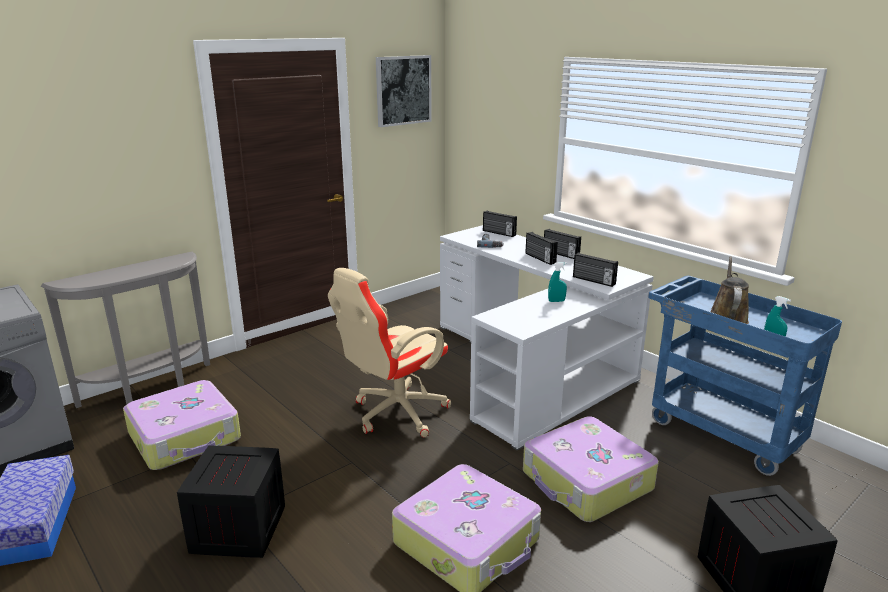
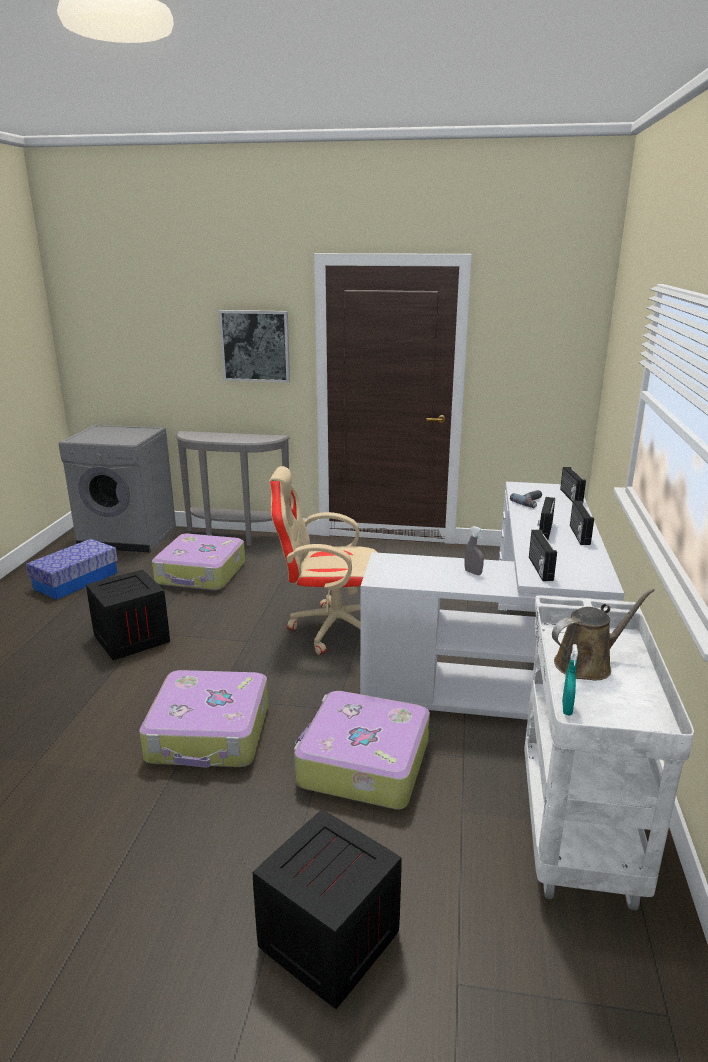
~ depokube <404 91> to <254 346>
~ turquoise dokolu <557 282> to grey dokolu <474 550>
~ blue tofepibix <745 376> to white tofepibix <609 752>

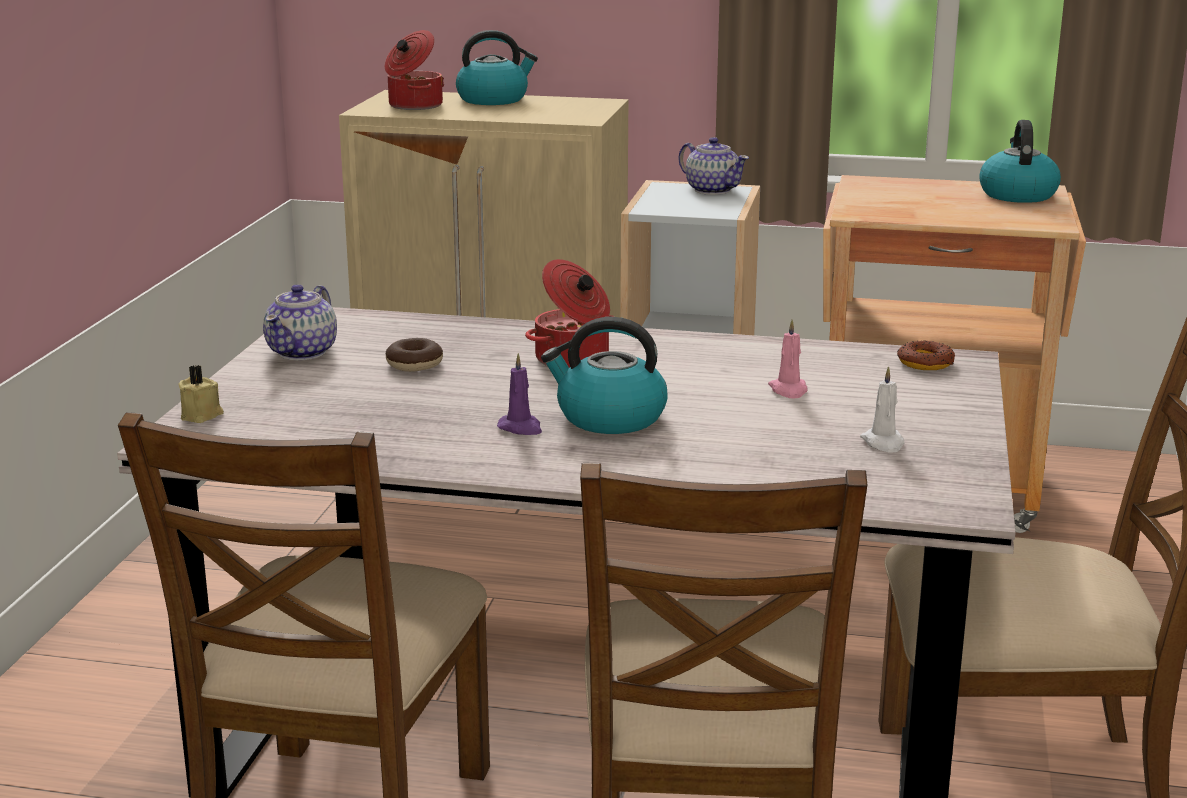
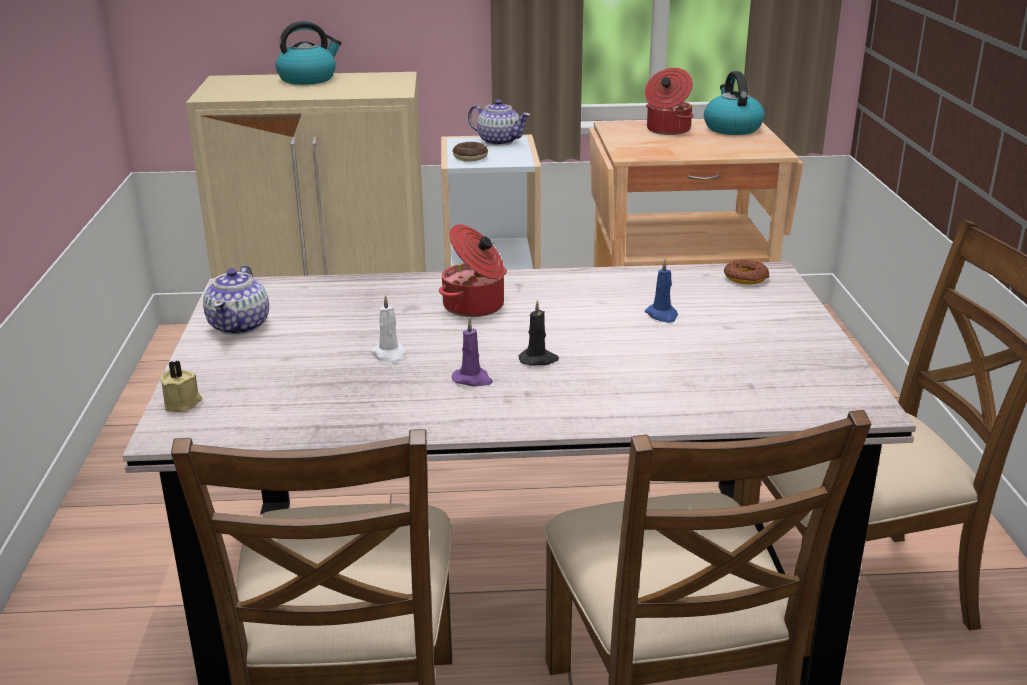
~ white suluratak <882 409> to <388 329>
~ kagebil <414 355> to <470 152>
~ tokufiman <604 375> to black suluratak <539 333>
~ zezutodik <414 70> to <669 101>
~ pink suluratak <788 358> to blue suluratak <661 291>

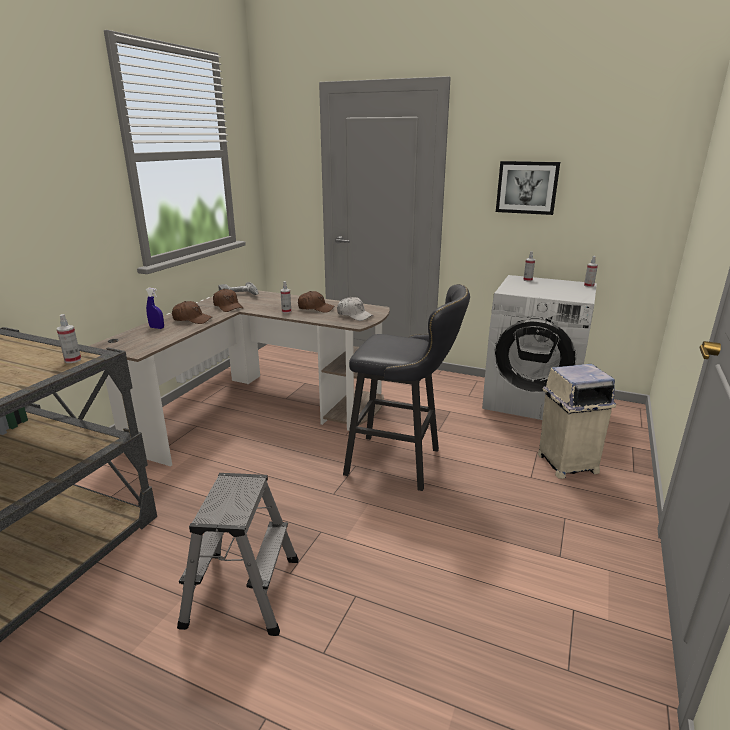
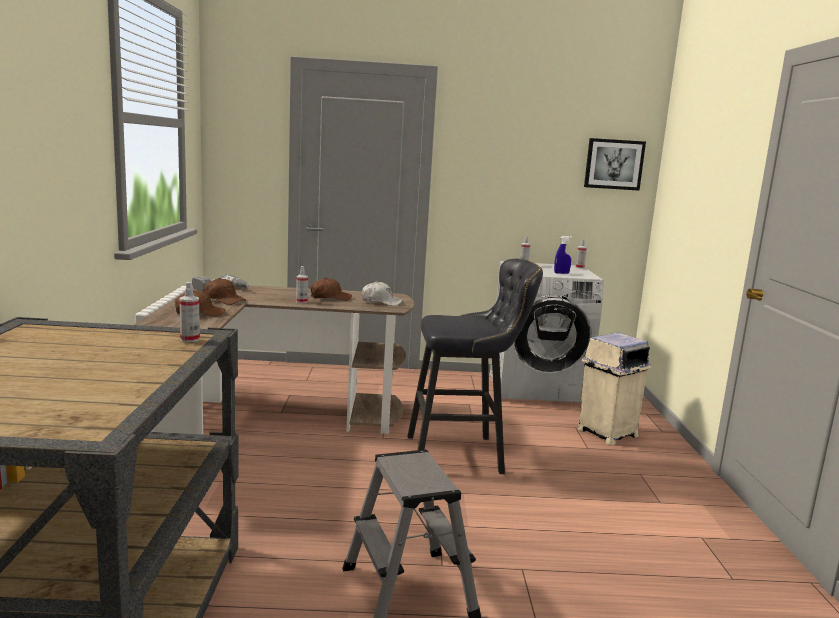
~ blue dokolu <155 308> to <563 255>
~ depokube <528 188> to <615 164>

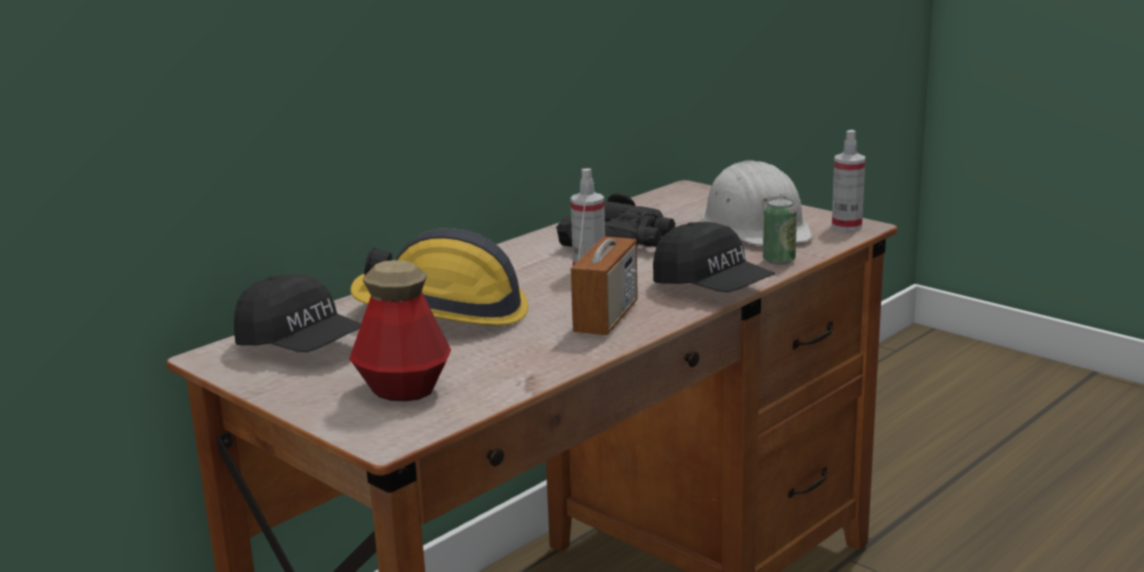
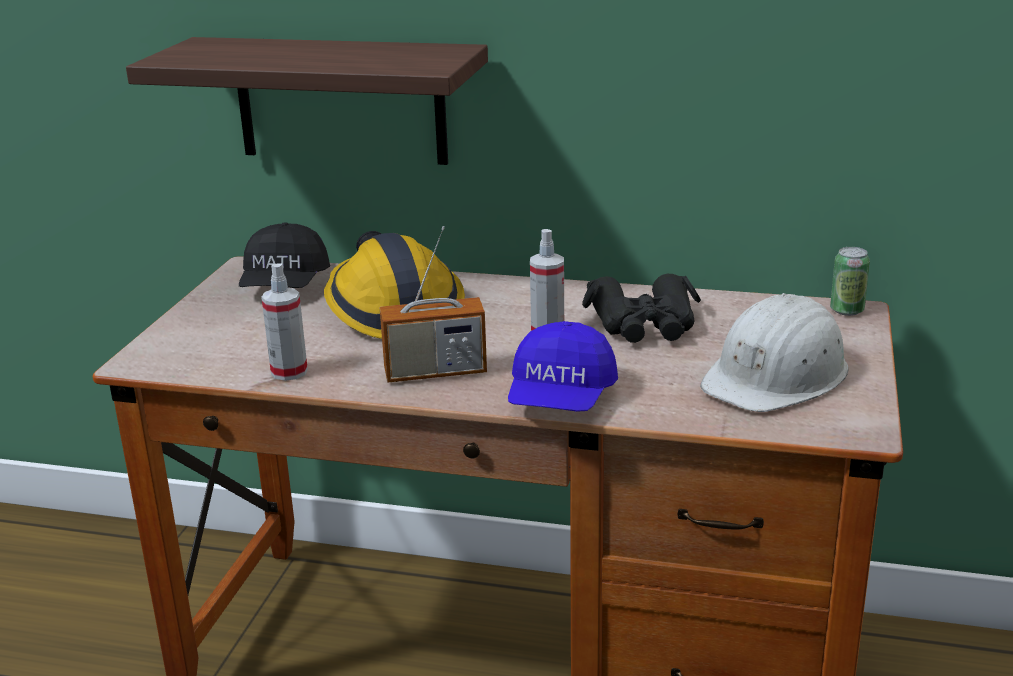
+ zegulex <307 101>
~ dokolu <848 180> to <284 322>
~ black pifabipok <714 257> to blue pifabipok <563 366>
~ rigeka <780 231> to <850 281>
- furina <400 330>

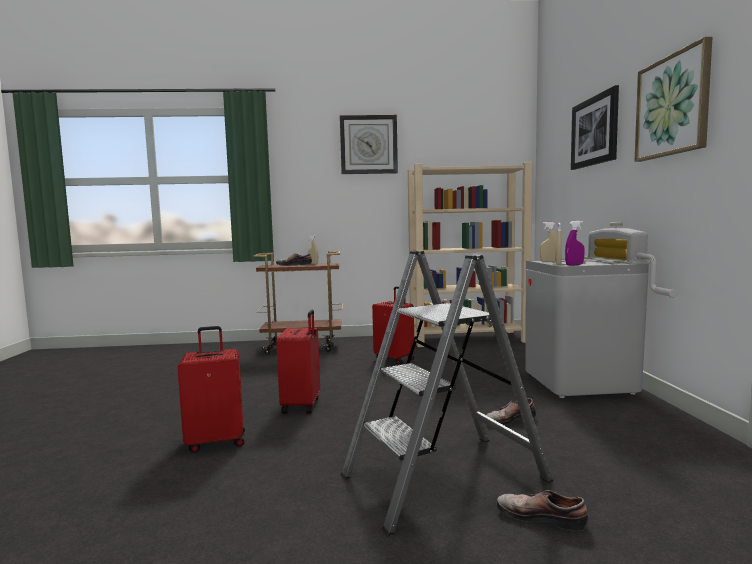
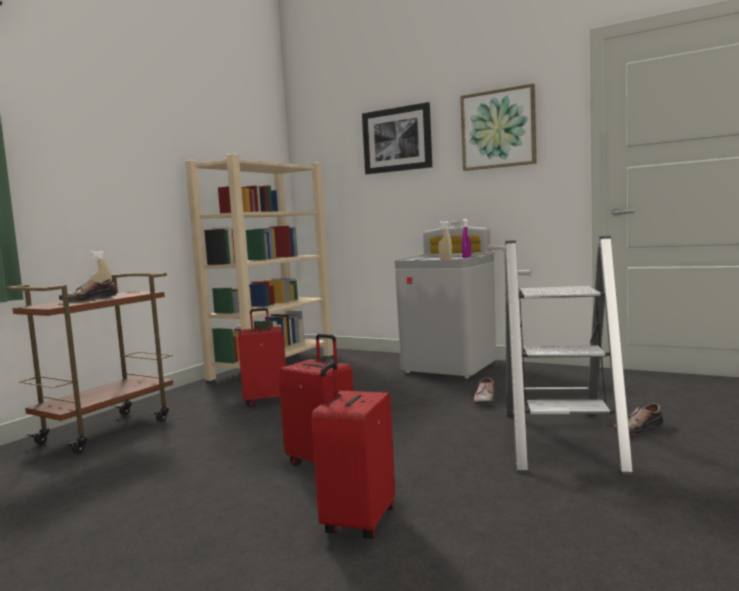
- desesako <369 144>
- beige dokolu <548 242>

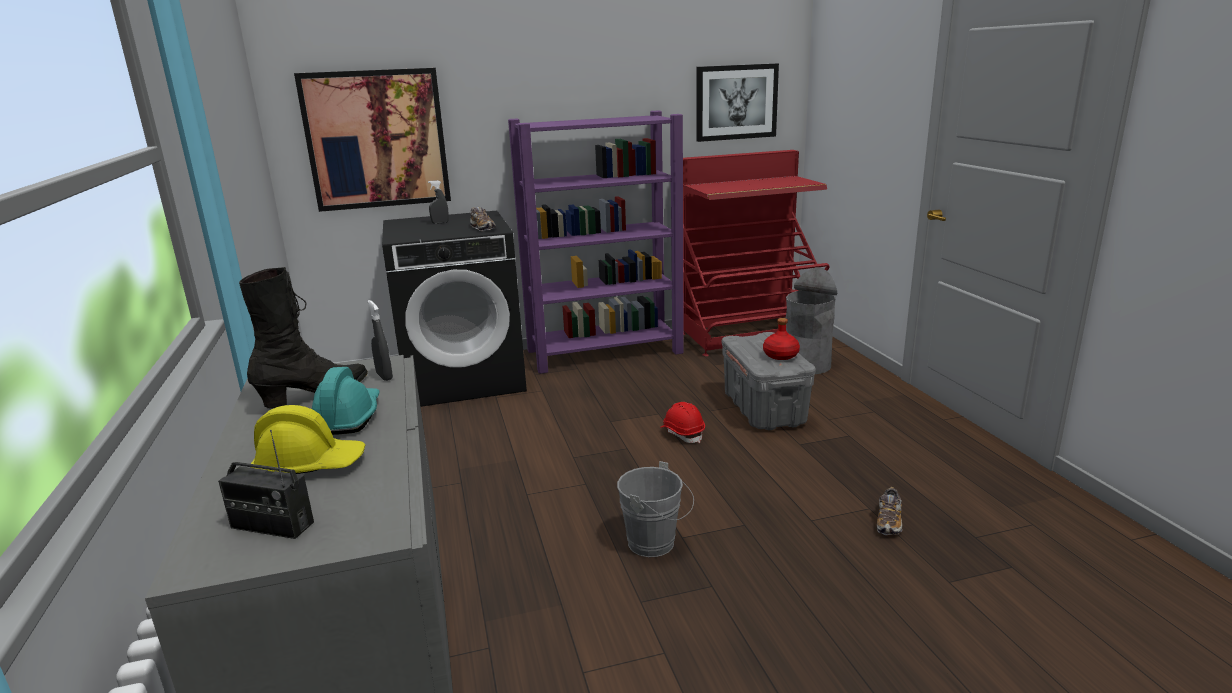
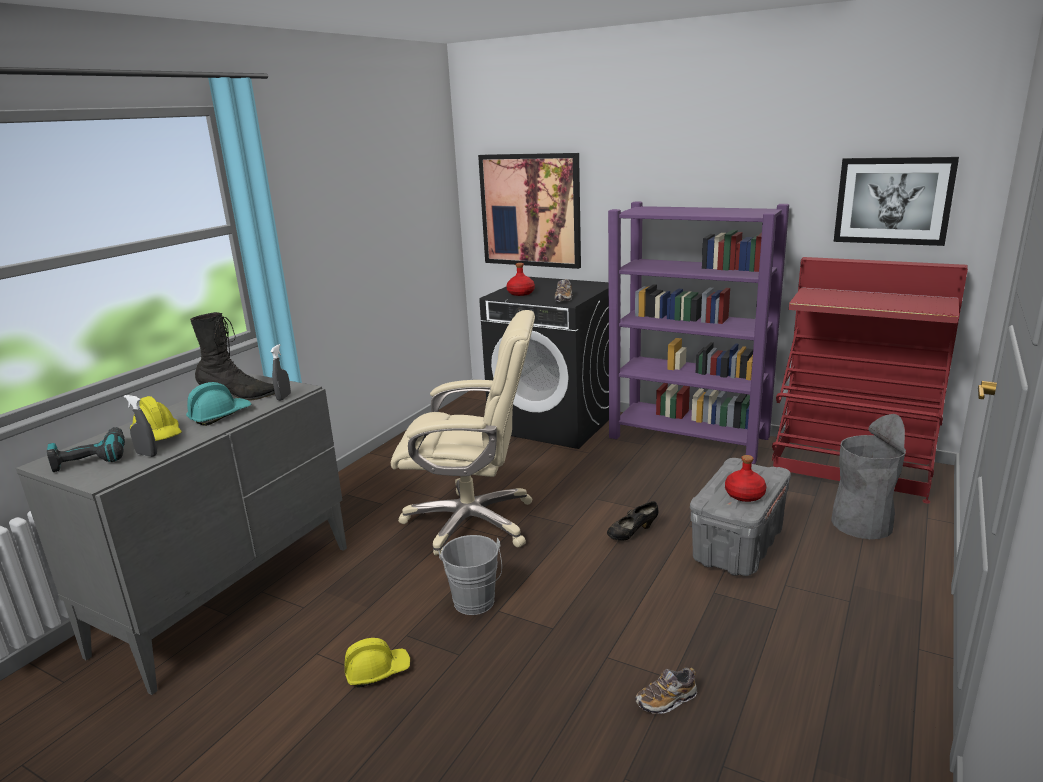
~ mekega <266 484> to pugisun <86 449>
~ grey dokolu <438 202> to <140 426>
+ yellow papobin <377 663>
+ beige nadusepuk <463 433>
+ red furina <521 279>
~ red papobin <682 422> to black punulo <632 520>

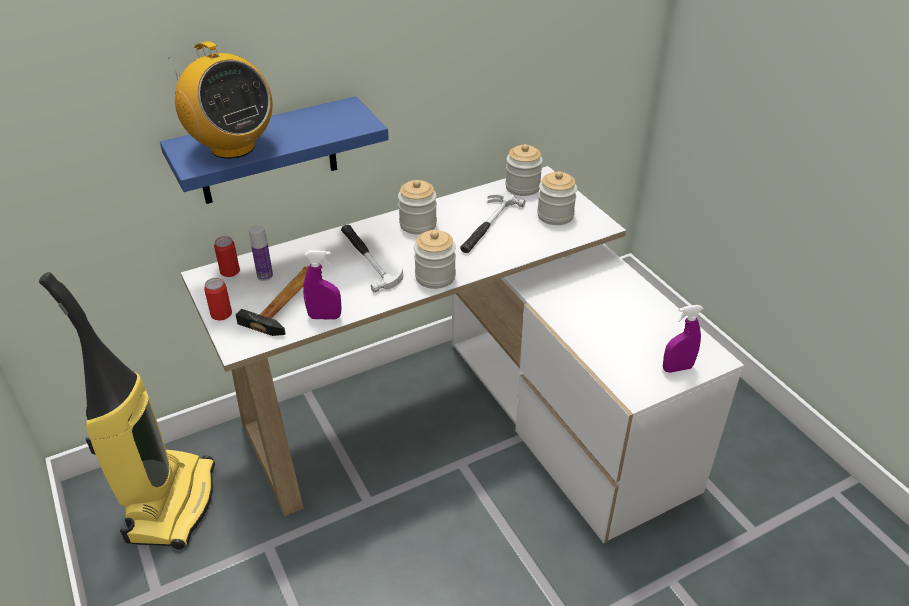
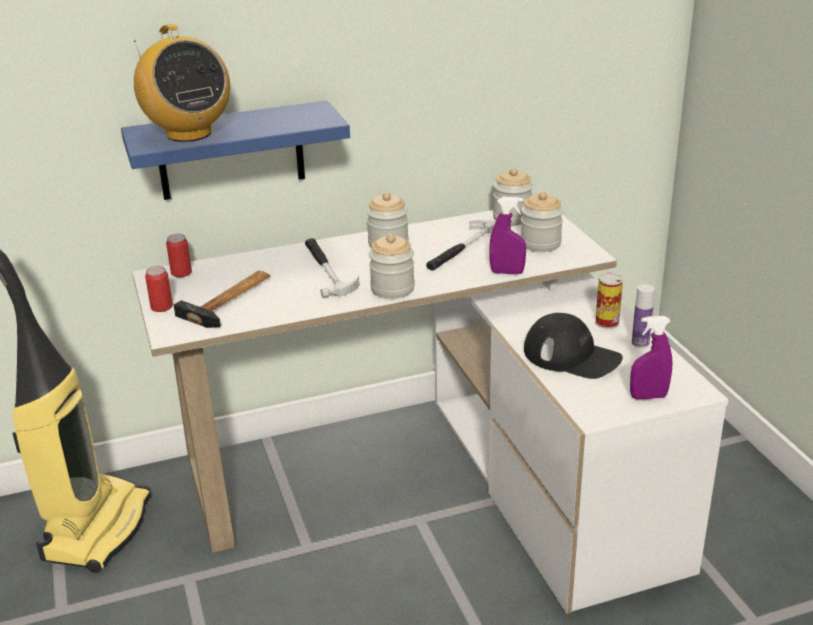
~ purple dokolu <322 285> to <507 236>
+ black pifabipok <573 346>
+ rigeka <609 301>
~ furina <261 253> to <643 316>

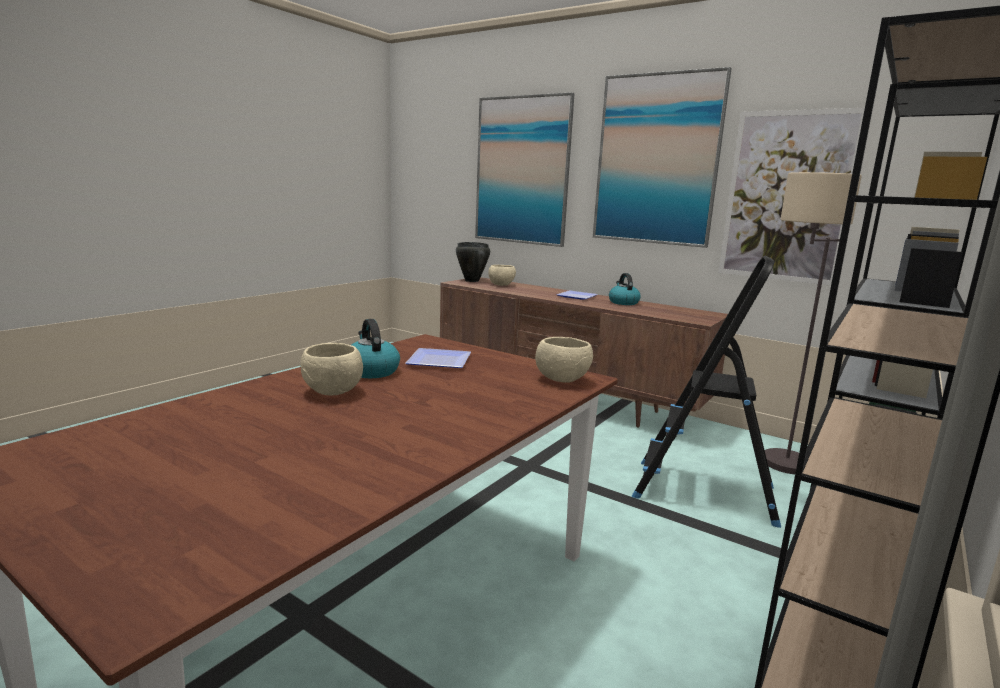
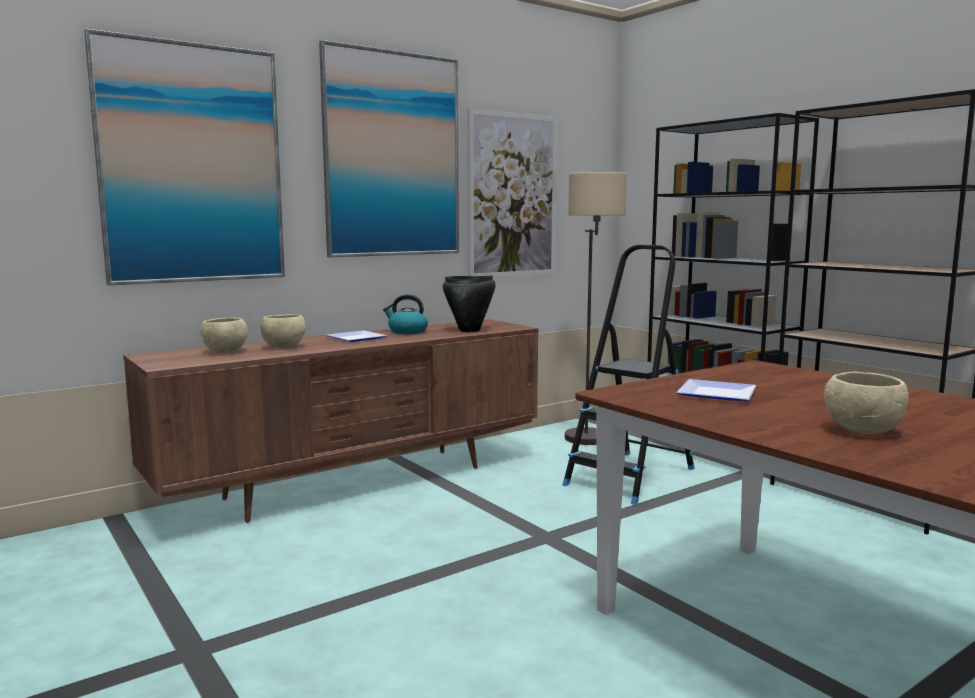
~ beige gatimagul <564 360> to <283 331>
~ black zezutodik <473 262> to <469 303>
- tokufiman <375 348>

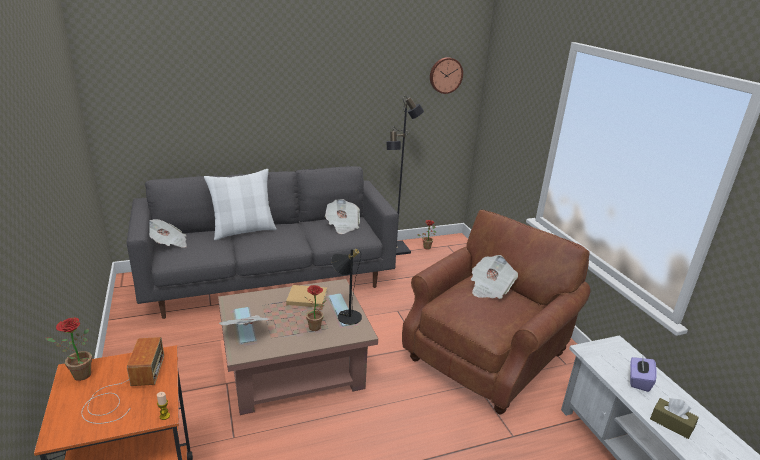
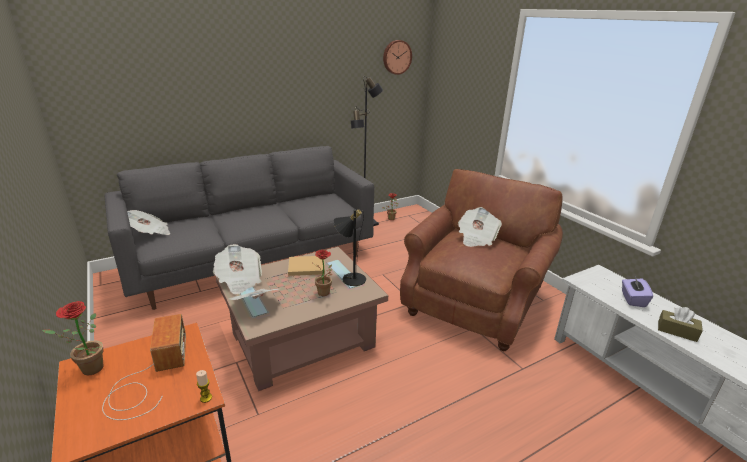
~ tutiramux <342 216> to <237 269>
- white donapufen <240 204>

